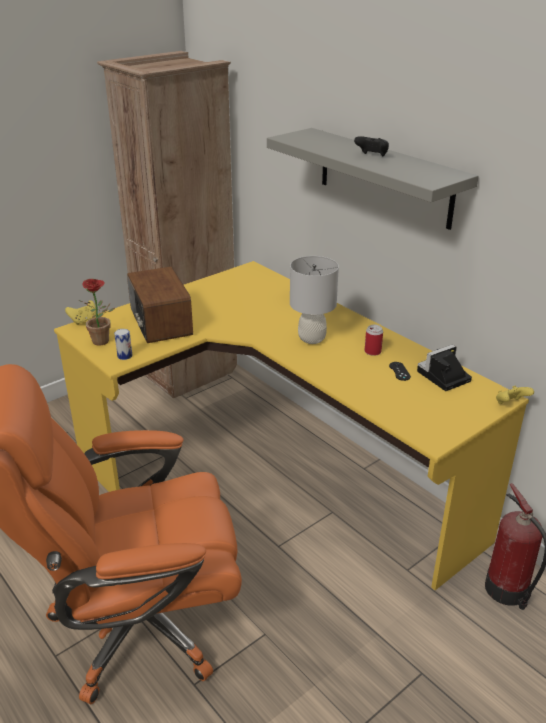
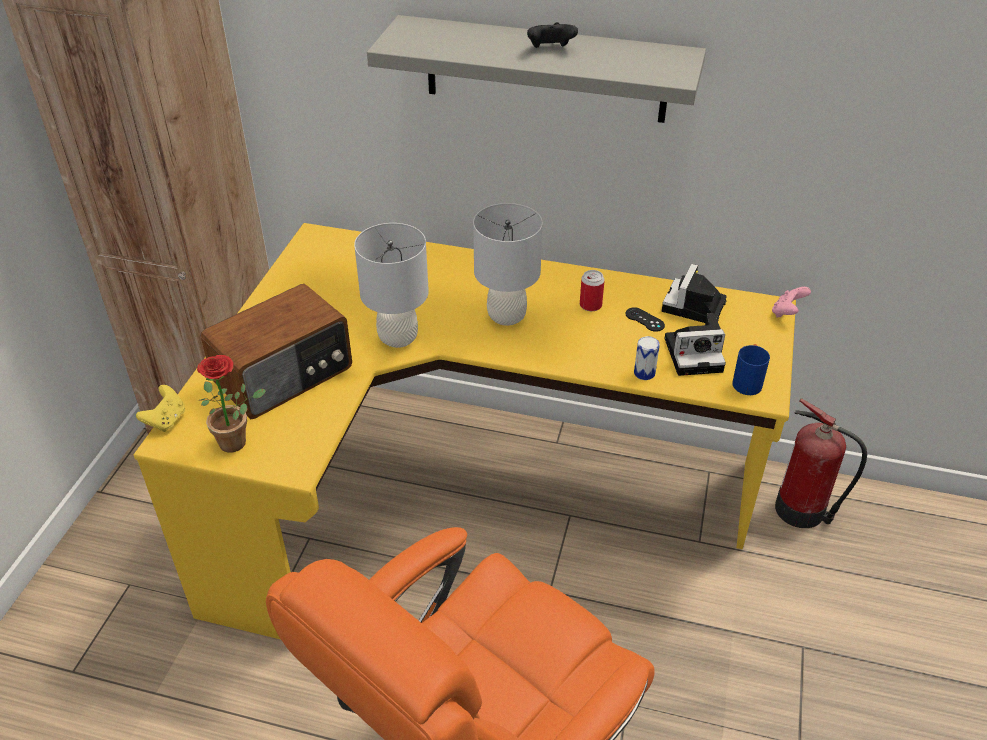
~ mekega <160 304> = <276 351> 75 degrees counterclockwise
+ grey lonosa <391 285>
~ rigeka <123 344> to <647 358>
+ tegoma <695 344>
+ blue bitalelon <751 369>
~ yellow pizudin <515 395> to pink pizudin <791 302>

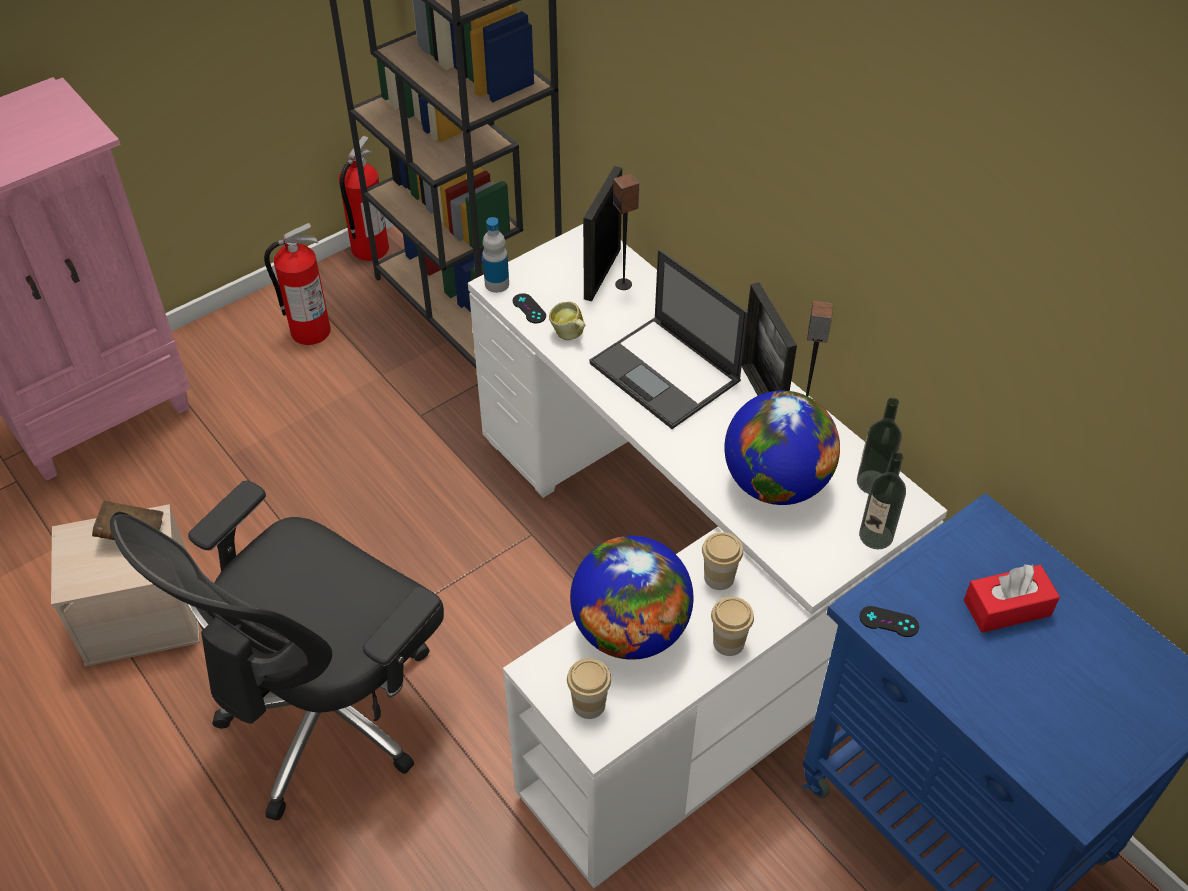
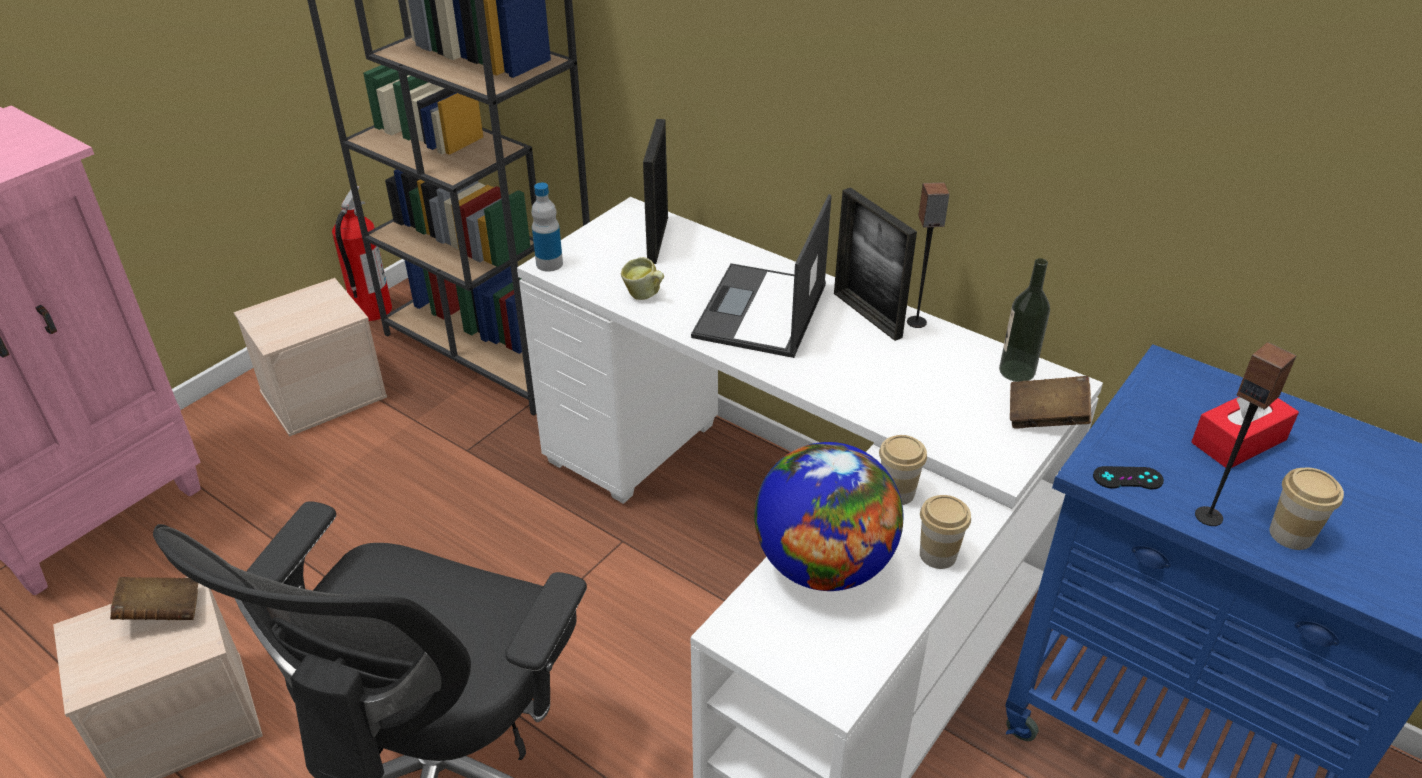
~ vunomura <297 284> to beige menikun <310 357>
~ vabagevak <668 339> = <761 276> 75 degrees clockwise
~ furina <882 500> to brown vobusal <1050 402>
~ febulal <626 231> to <1246 434>
~ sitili <589 688> to <1306 509>
- black pizudin <529 308>
- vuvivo <782 447>

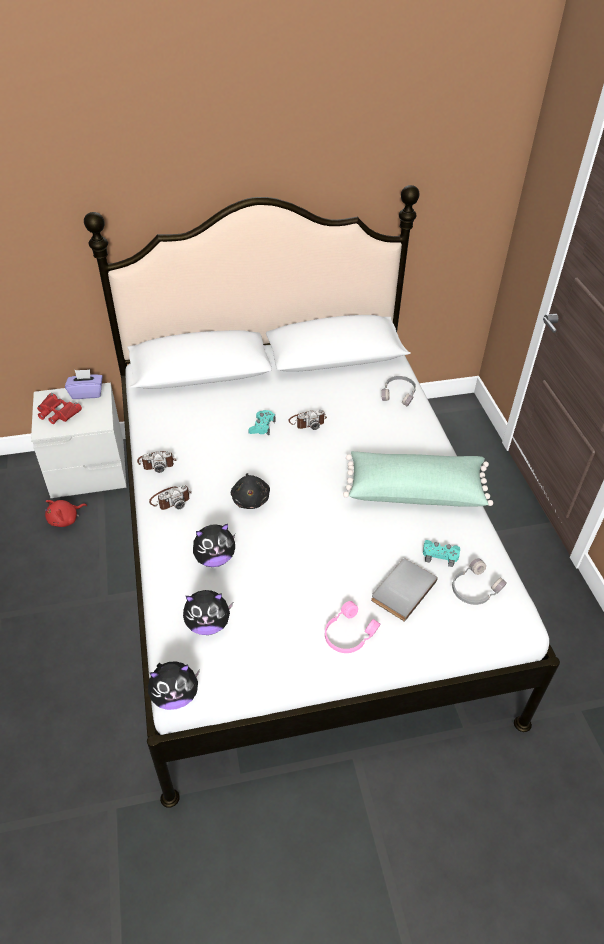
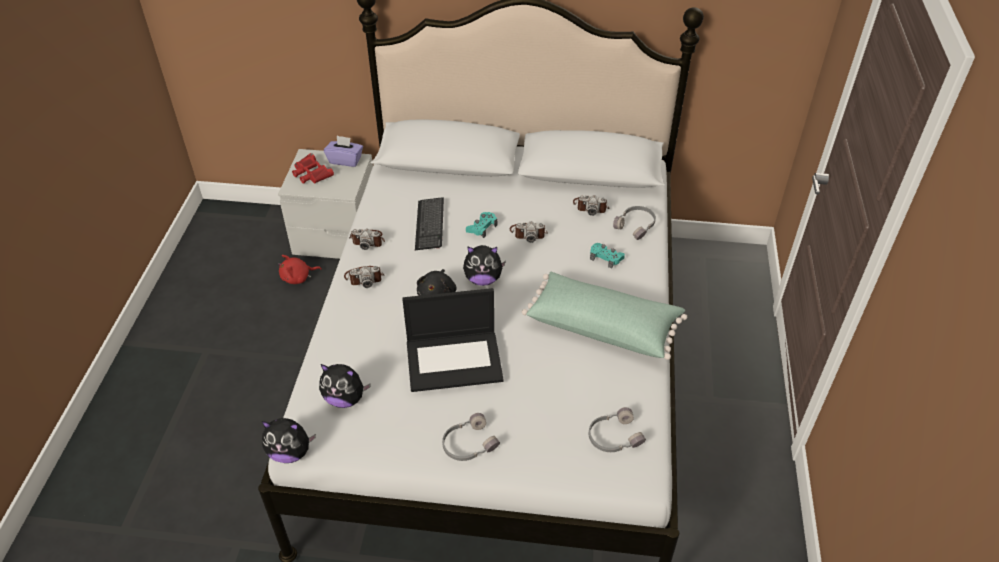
+ vabagevak <453 340>
+ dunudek <429 223>
~ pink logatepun <352 627> to grey logatepun <471 437>
~ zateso <214 545> to <484 265>
+ tegoma <591 205>
~ turquoise pizudin <441 553> to <607 256>
- grey vobusal <404 590>

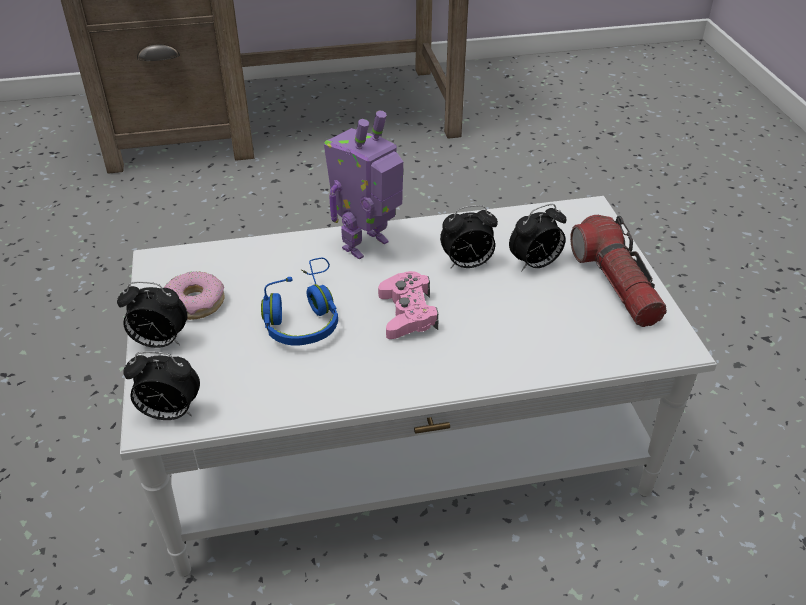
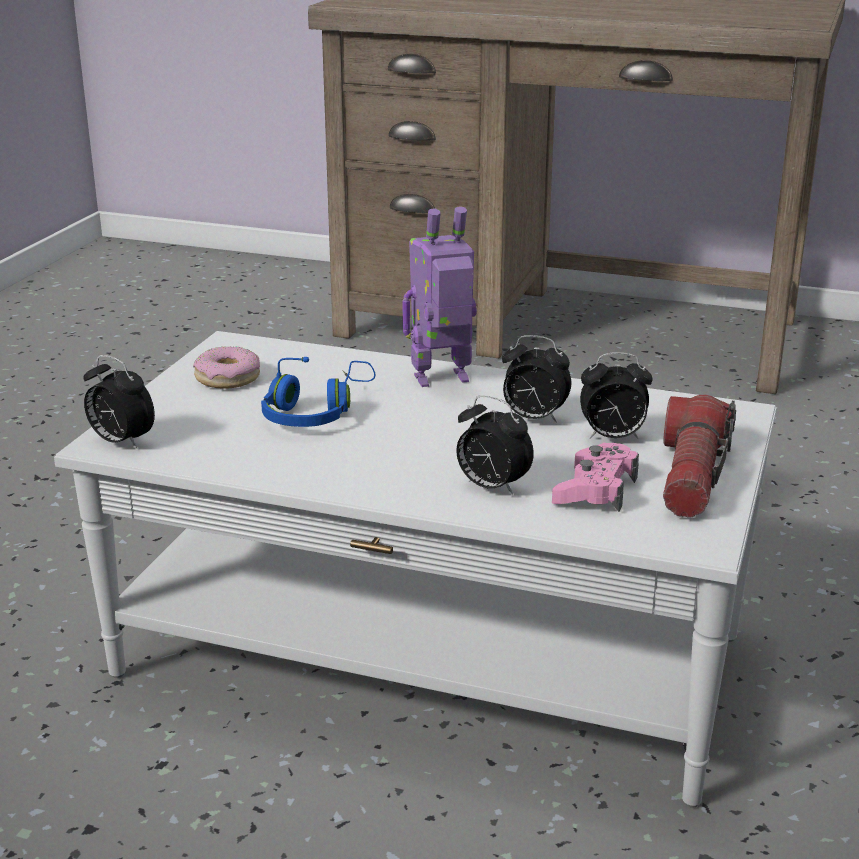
~ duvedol <152 315> to <495 445>
~ pink pizudin <408 305> to <595 477>

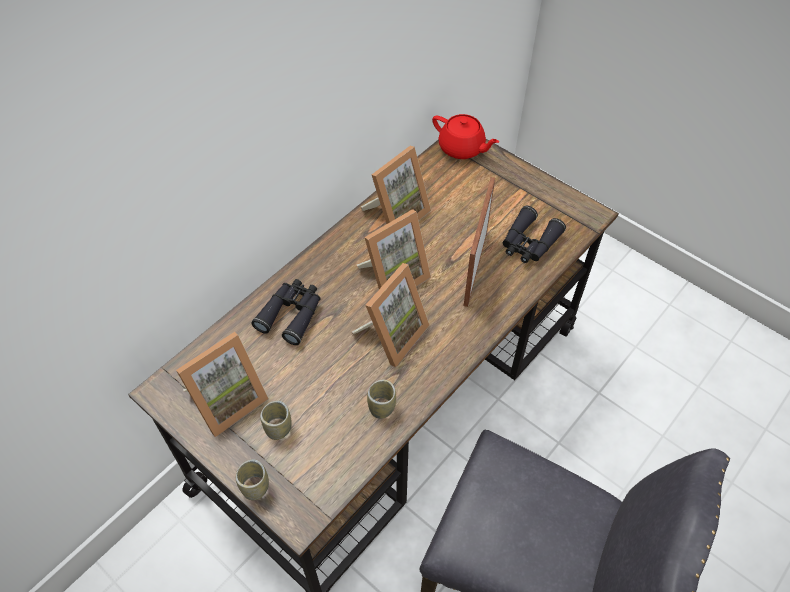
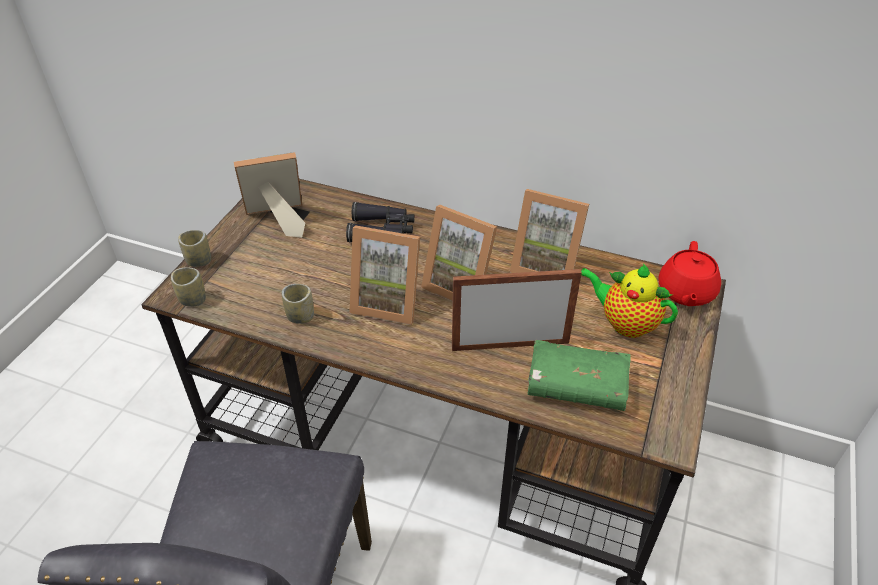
~ sitili <276 420> to <188 287>
~ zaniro <222 384> = <269 195> 135 degrees clockwise
~ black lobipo <534 234> to green vobusal <579 375>
+ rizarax <629 300>

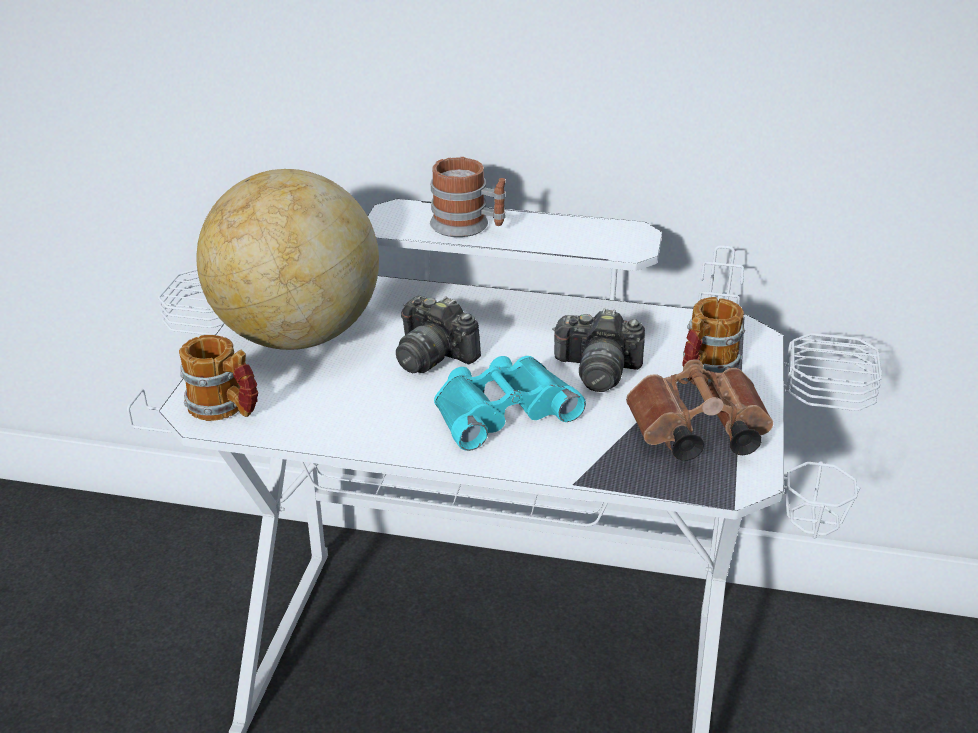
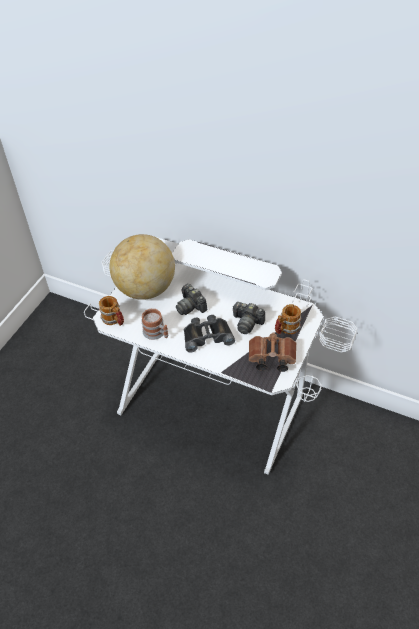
~ bitalelon <468 197> to <154 324>
~ turquoise lobipo <510 403> to black lobipo <209 334>

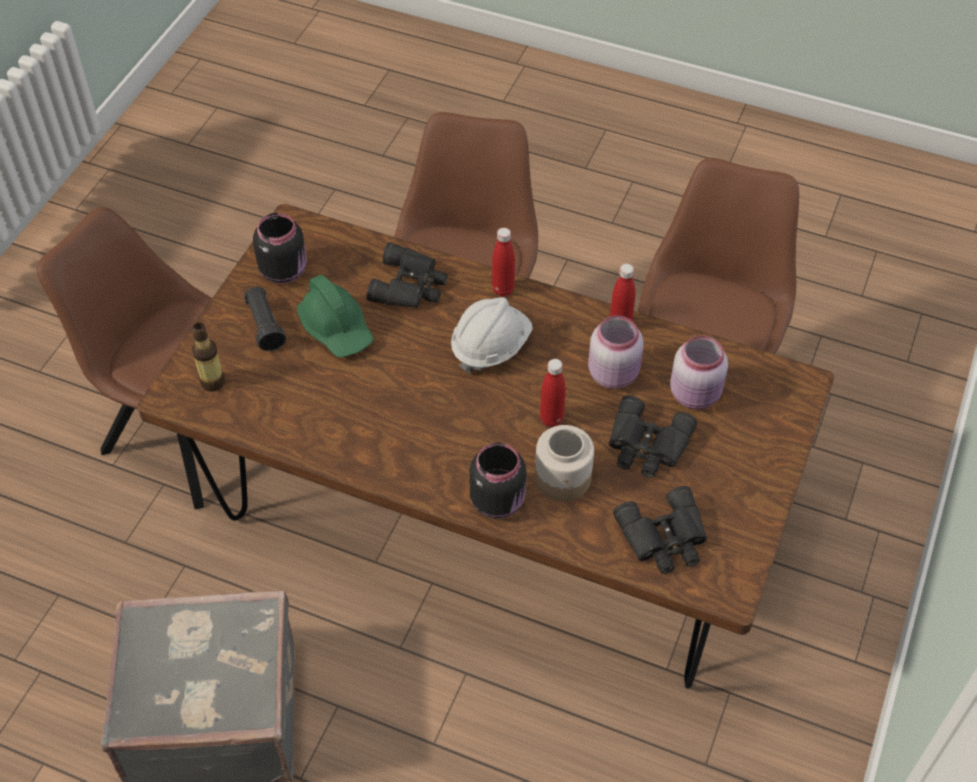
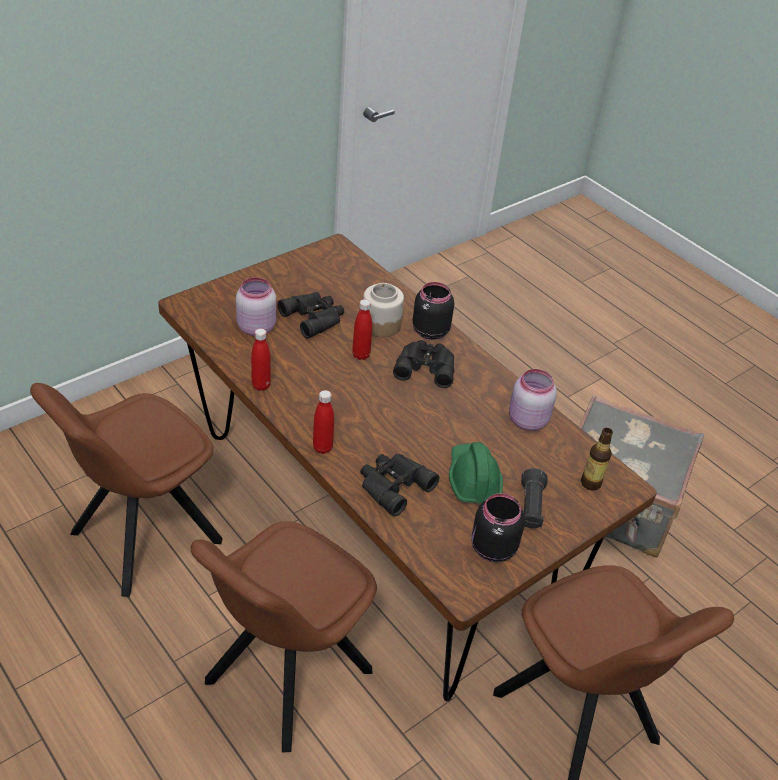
~ black lobipo <660 530> to <423 364>
~ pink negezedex <616 352> to <533 400>
- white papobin <492 335>

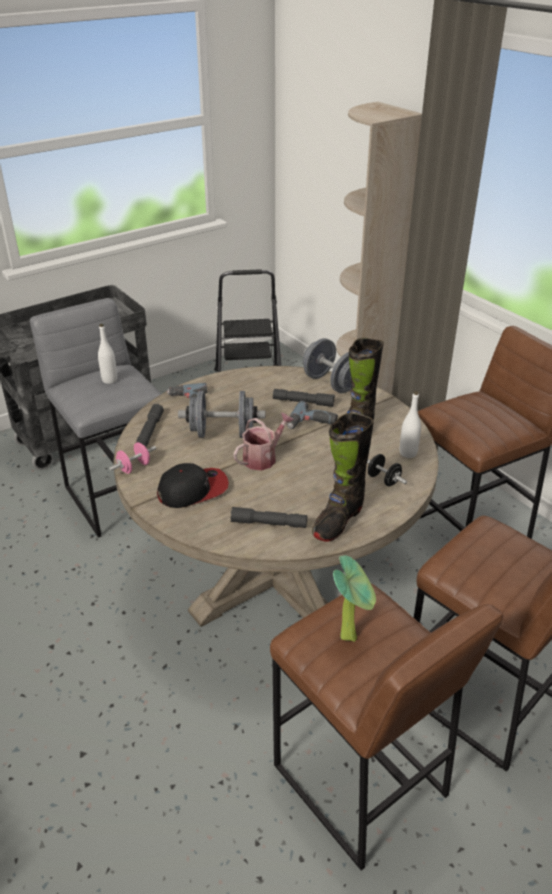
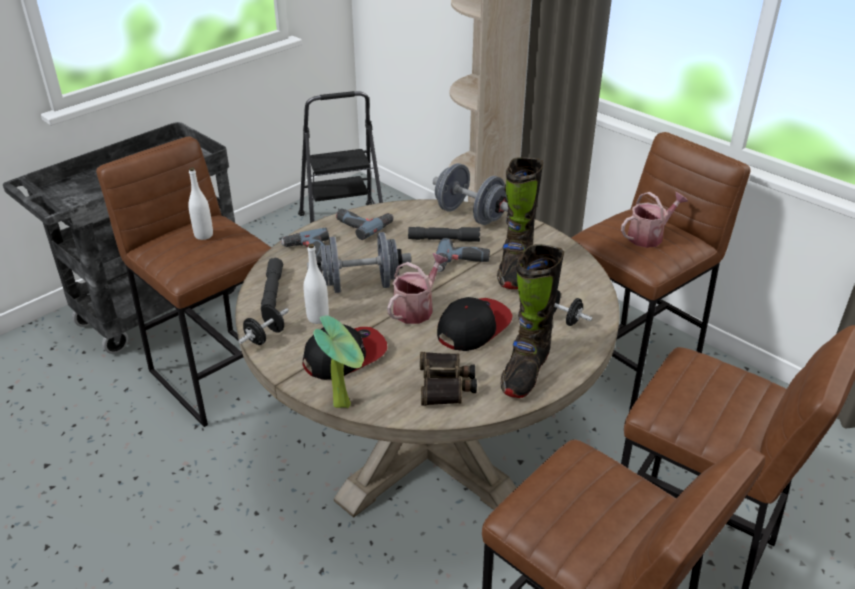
~ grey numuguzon <95 418> to brown numuguzon <183 281>
~ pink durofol <132 458> to black durofol <263 325>
~ white furina <410 424> to <316 284>
~ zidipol <354 598> to <338 361>
+ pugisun <365 224>
~ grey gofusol <268 517> to lobipo <448 379>
+ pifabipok <475 324>
+ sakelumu <654 220>

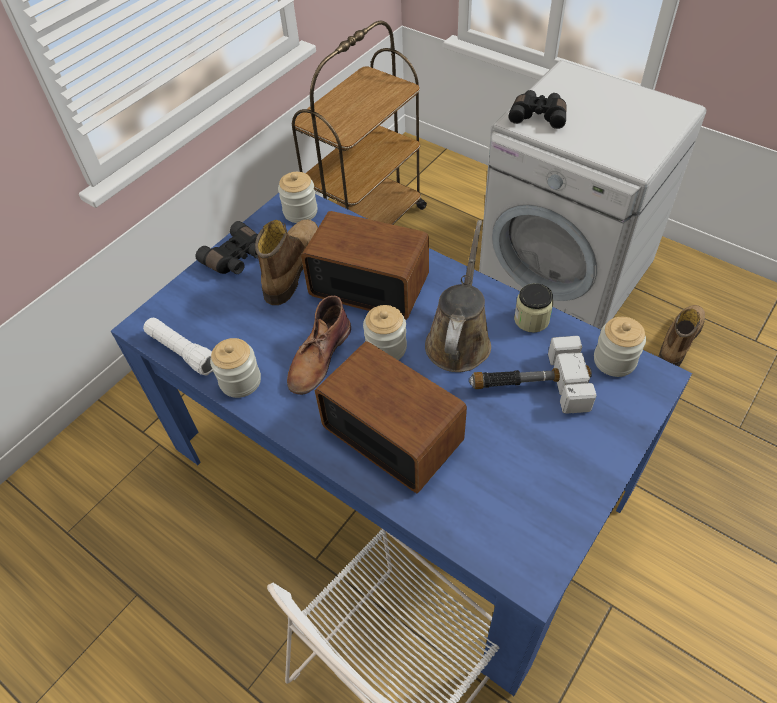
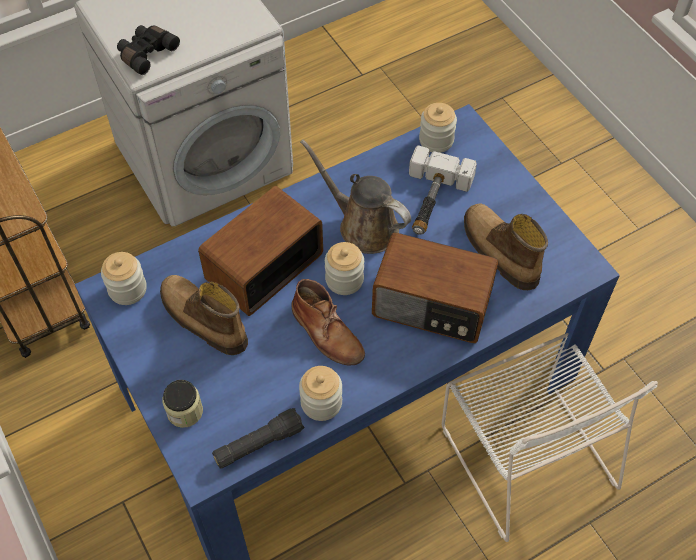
~ negezedex <533 308> to <183 404>
~ white gofusol <178 347> to black gofusol <258 438>
~ mekega <391 417> = <435 288> 135 degrees counterclockwise
~ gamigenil <681 336> to <506 247>
- black lobipo <226 247>

